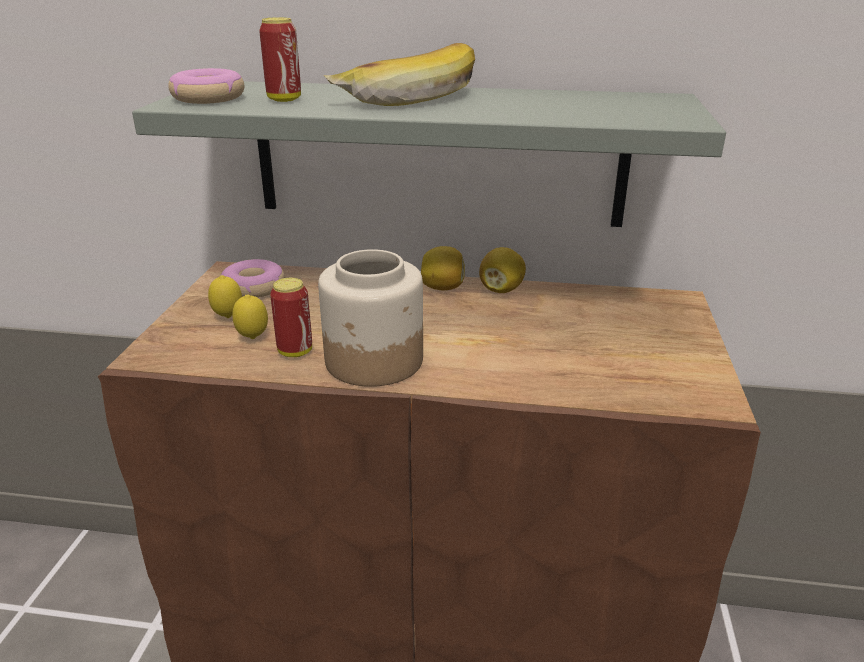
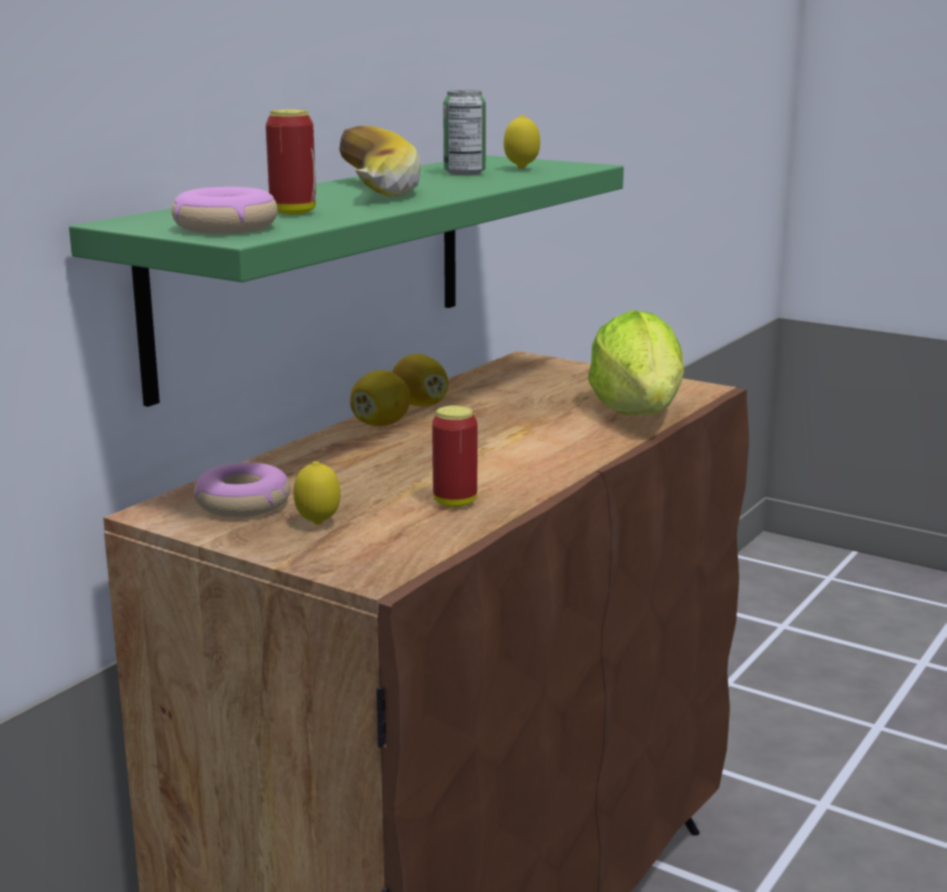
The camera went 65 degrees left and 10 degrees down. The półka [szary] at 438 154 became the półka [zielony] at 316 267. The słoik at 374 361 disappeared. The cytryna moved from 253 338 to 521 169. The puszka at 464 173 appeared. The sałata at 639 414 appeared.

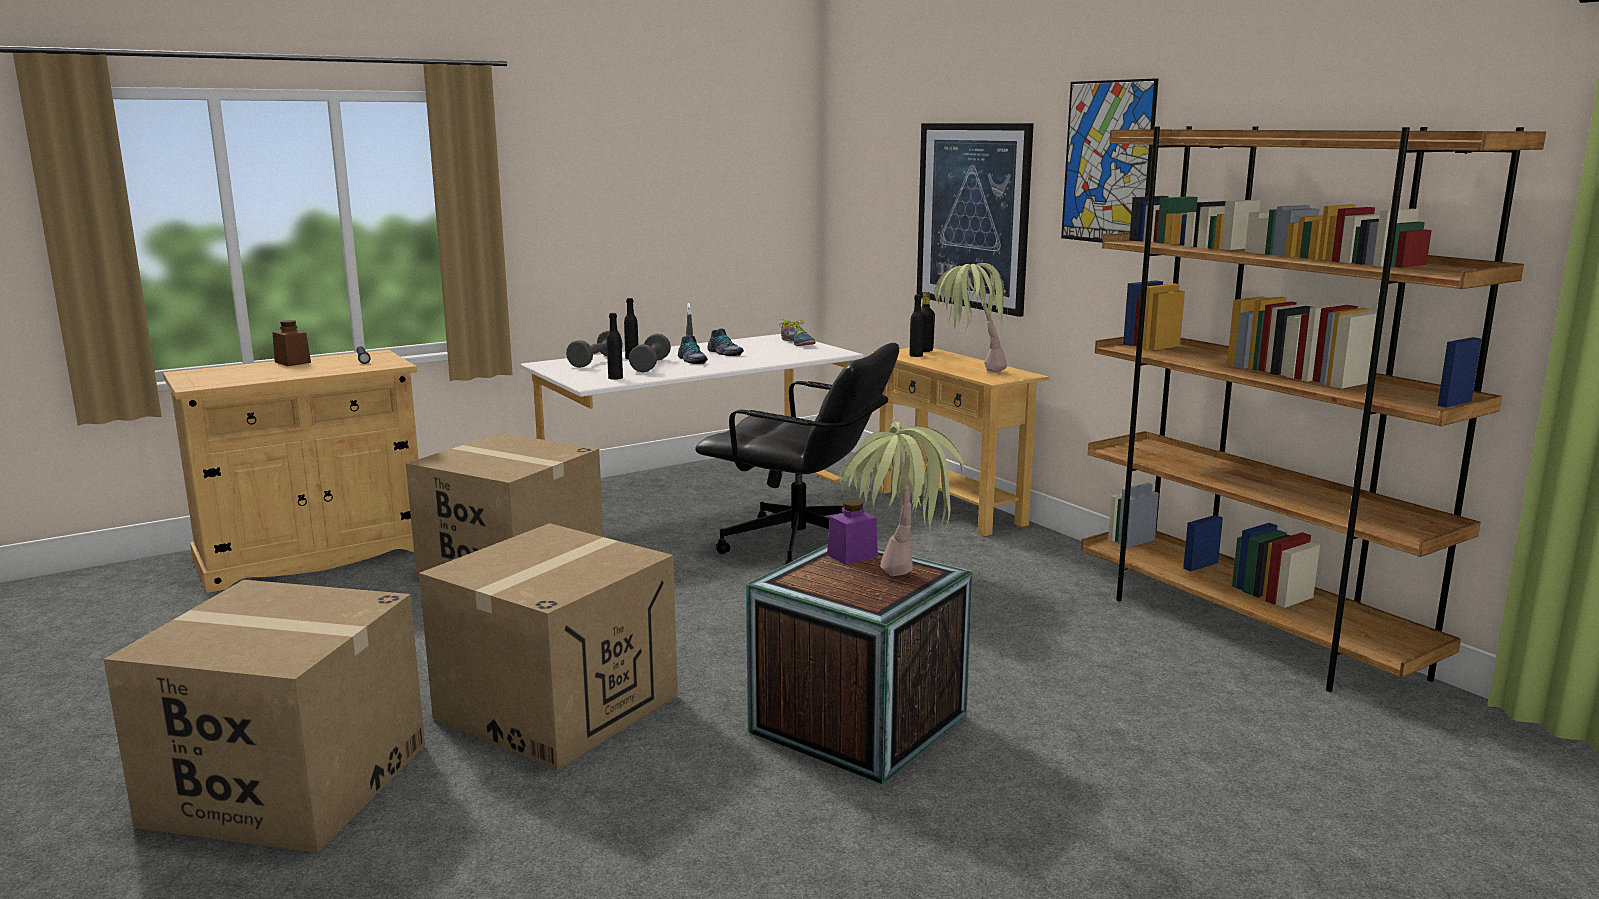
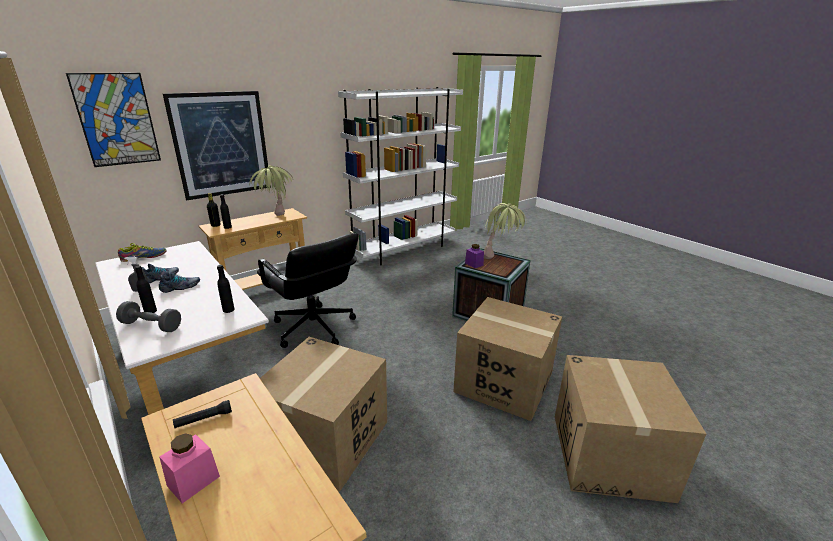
The camera went 95 degrees left and 10 degrees up. The obraz moved from 1108 162 to 117 120. The regał [brązowy] at 1247 630 became the regał [biały] at 404 250. The słoik [brązowy] at 292 362 became the słoik [różowy] at 193 481. The hantel [szary] at 650 365 disappeared. The krzesło biurowe [czarny] at 800 548 turned 120 degrees clockwise.

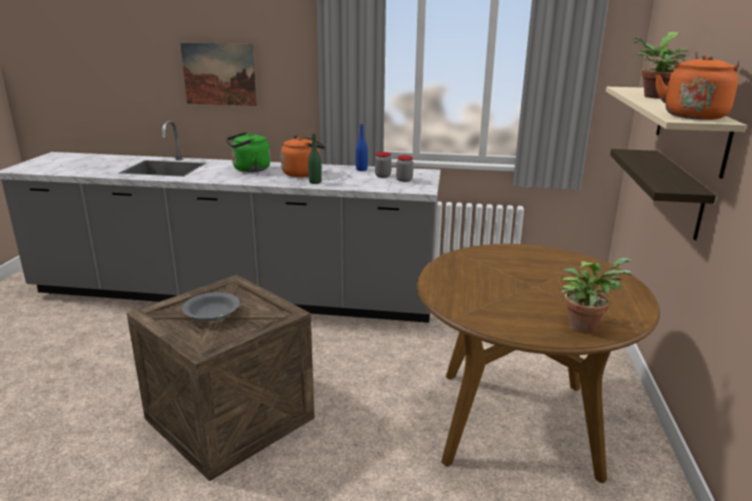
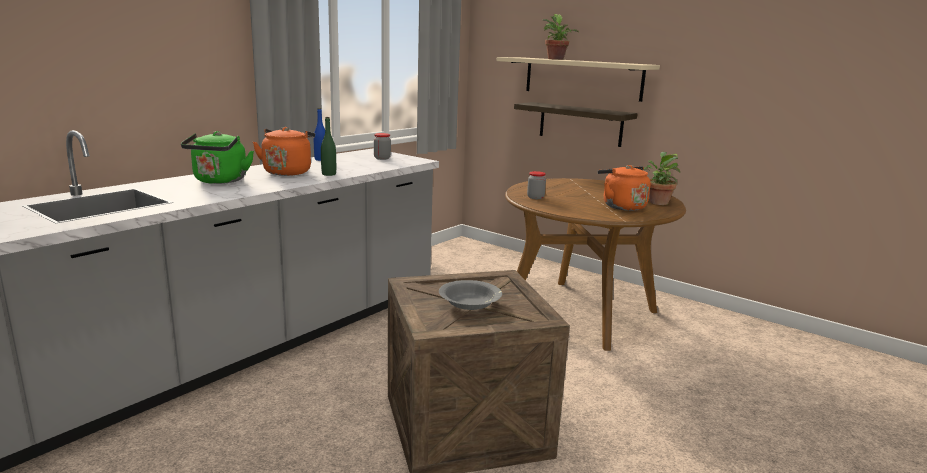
The camera went 60 degrees left and 5 degrees down. The obraz at 219 74 disappeared. The czajnik [pomarańczowy] moved from 694 116 to 621 206. The słoik moved from 382 176 to 535 197.

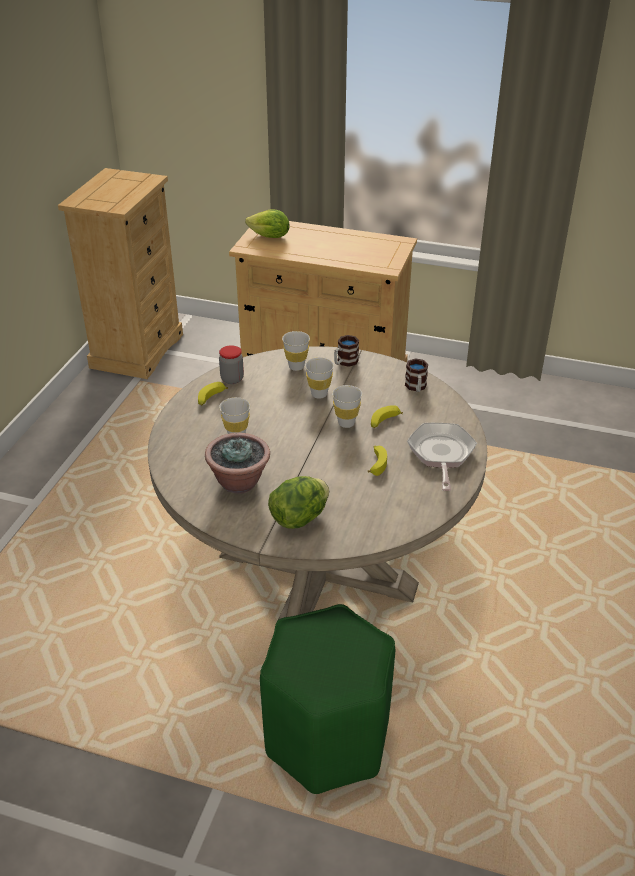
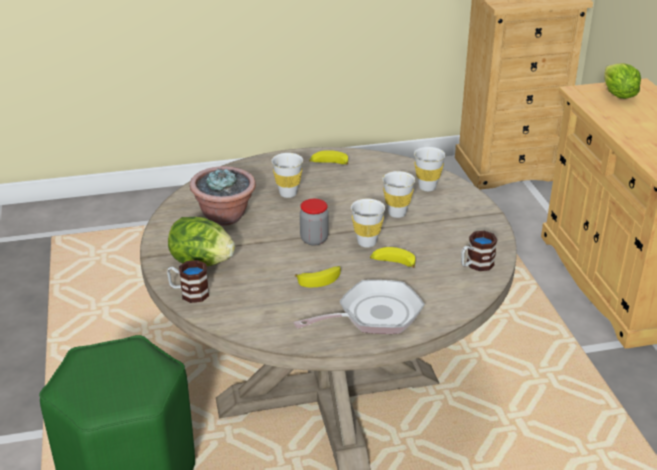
The camera went 60 degrees right and 5 degrees down. The kubek moved from 344 362 to 189 293. The słoik moved from 232 379 to 314 239.

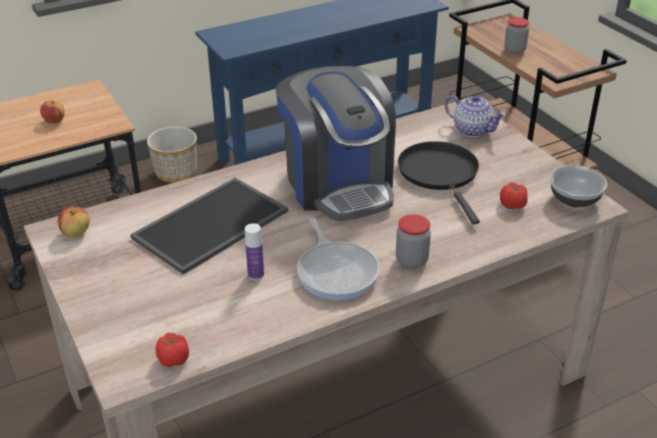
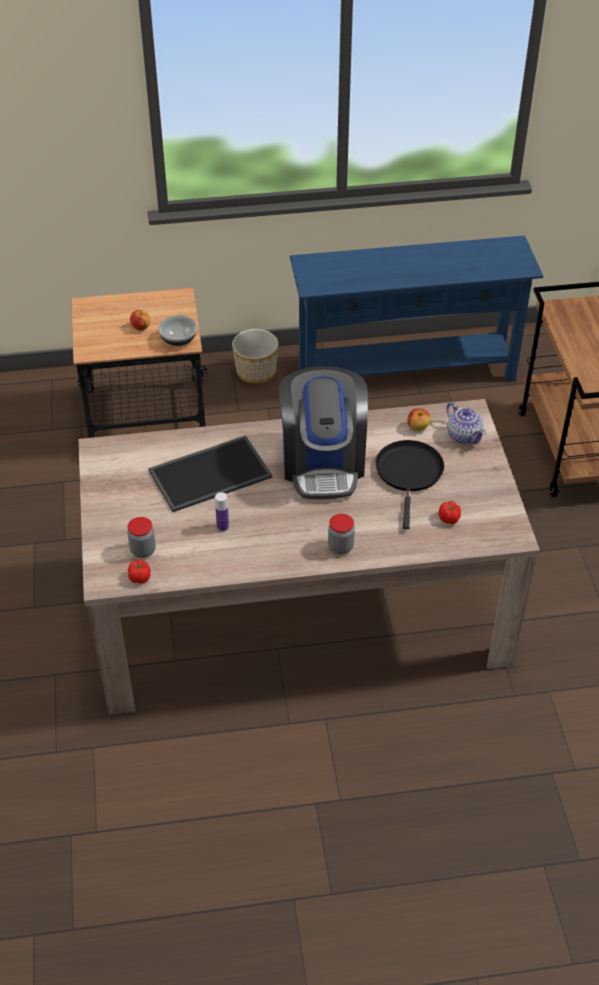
The camera went 20 degrees right and 10 degrees up. The słoik moved from 514 50 to 143 550. The miska moved from 575 200 to 179 340. The jabłko moved from 76 233 to 418 427. The patelnia at 336 272 disappeared.

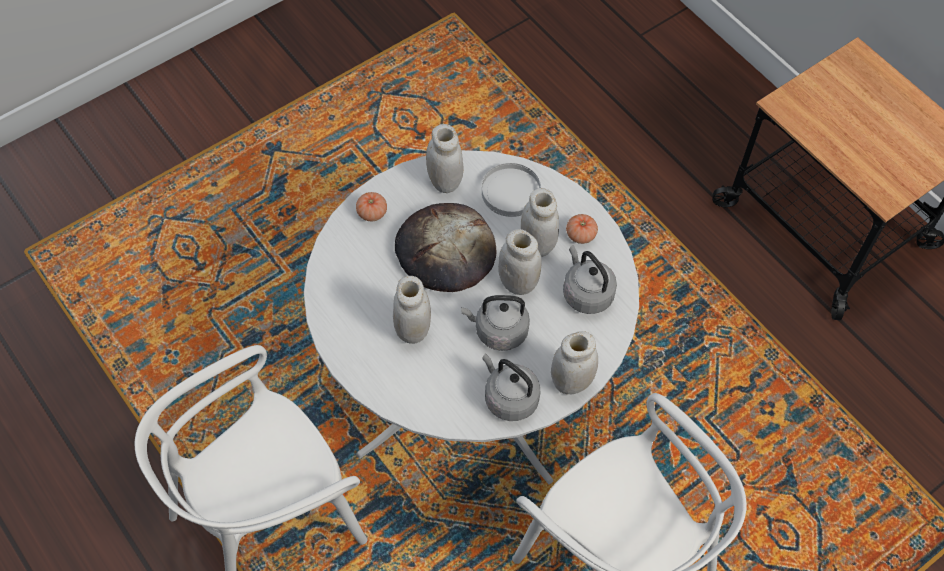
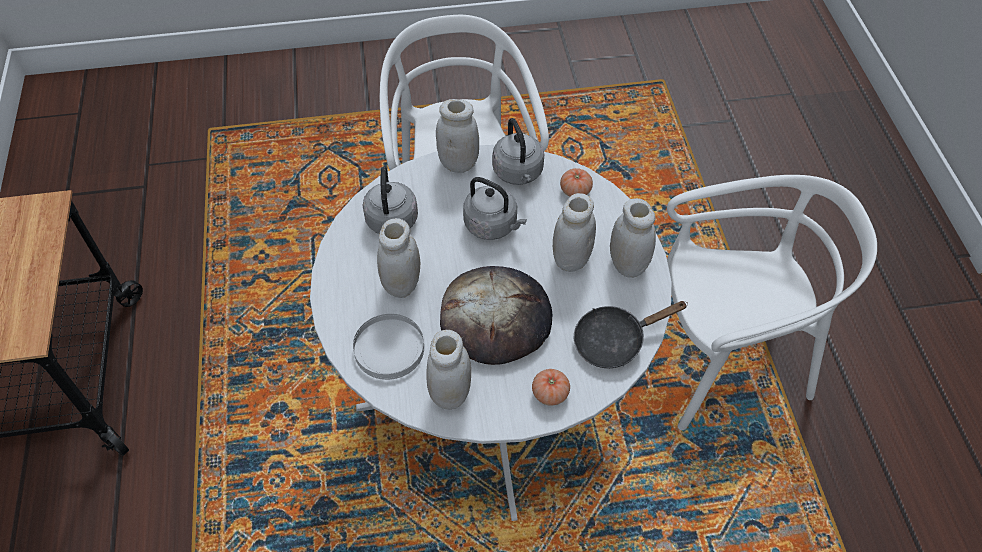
The camera went 150 degrees left and 5 degrees down. The pomidor moved from 580 235 to 575 190. The słoik [biały] moved from 518 283 to 627 265. The patelnia [czarny] at 615 340 appeared.

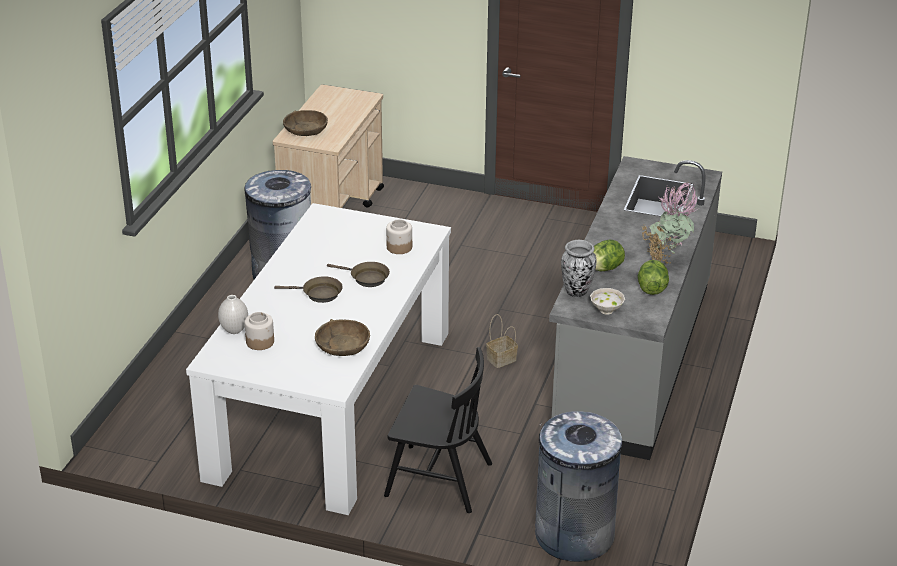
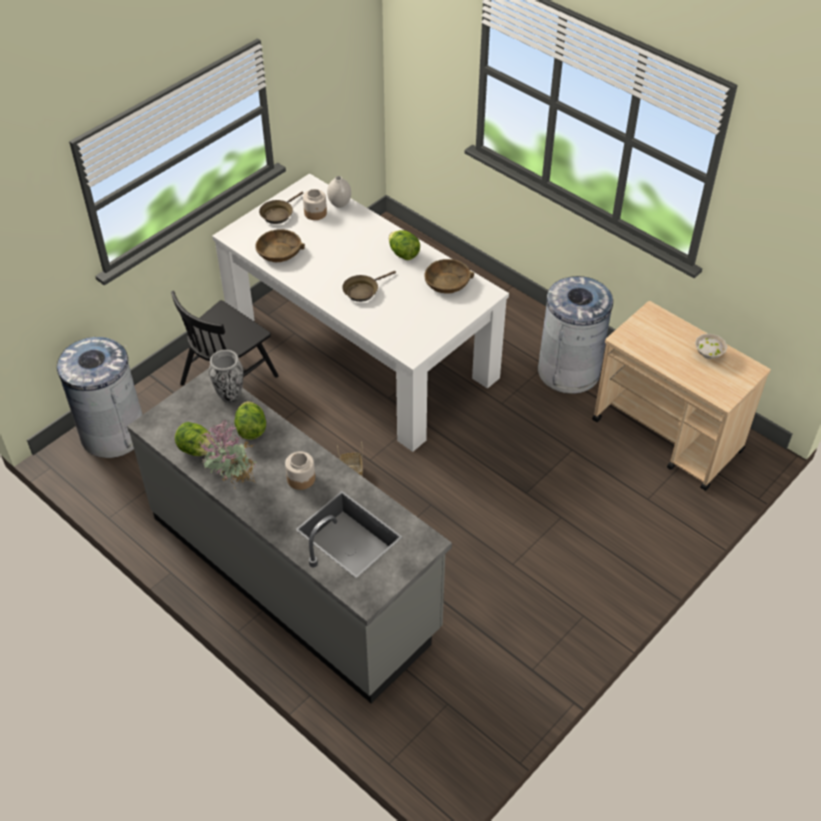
The camera went 115 degrees right and 15 degrees up. The miska [brązowy] moved from 305 129 to 447 282. The słoik moved from 399 247 to 301 478. The patelnia [brązowy] moved from 319 294 to 278 214. The miska [biały] moved from 605 311 to 708 354. The sałata at 404 254 appeared.

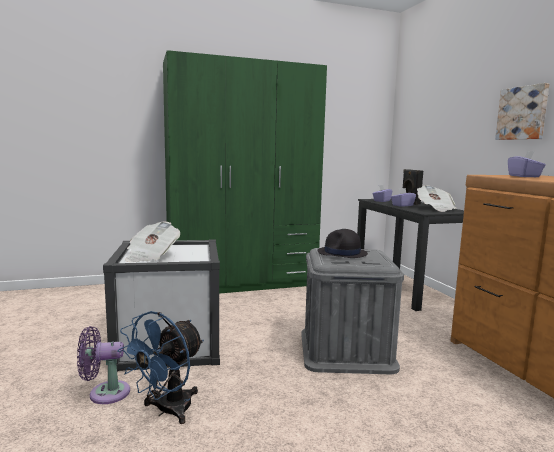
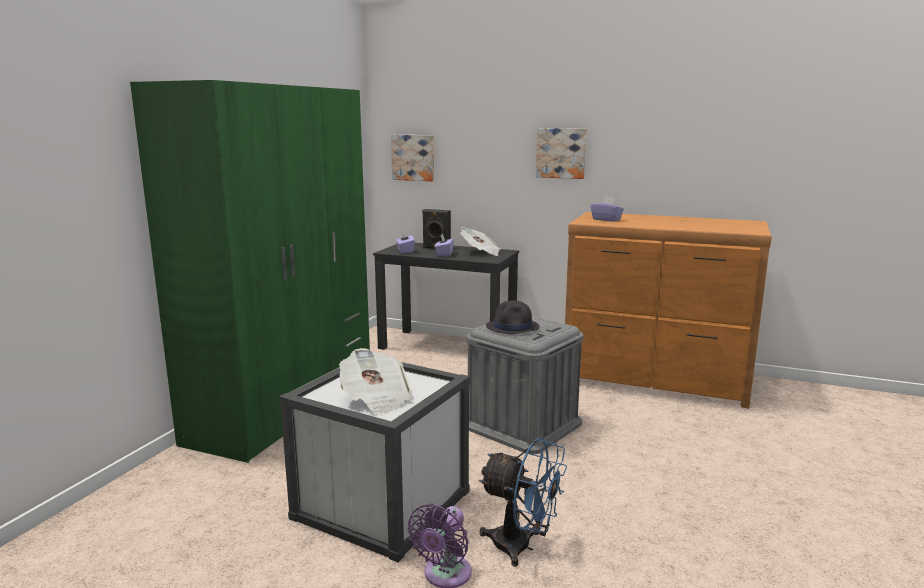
The camera went 50 degrees left and 5 degrees up. The wentylator [niebieski] at 167 411 turned 45 degrees counterclockwise. The obraz at 413 157 appeared.

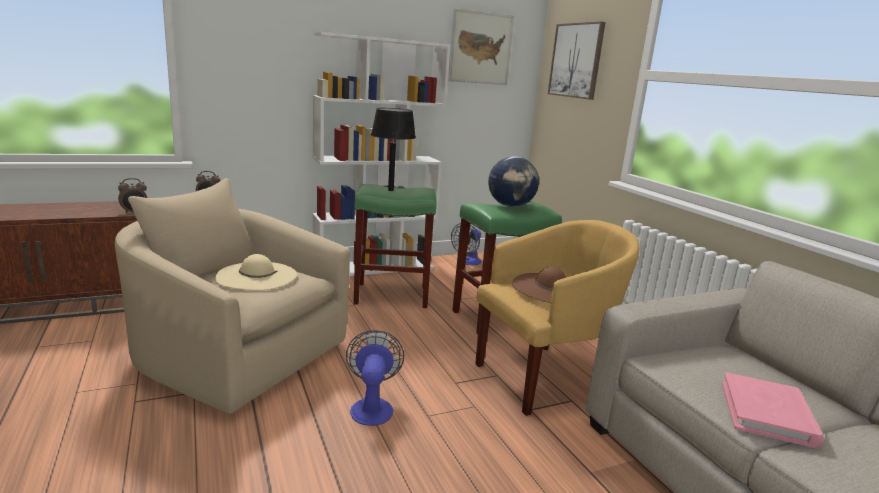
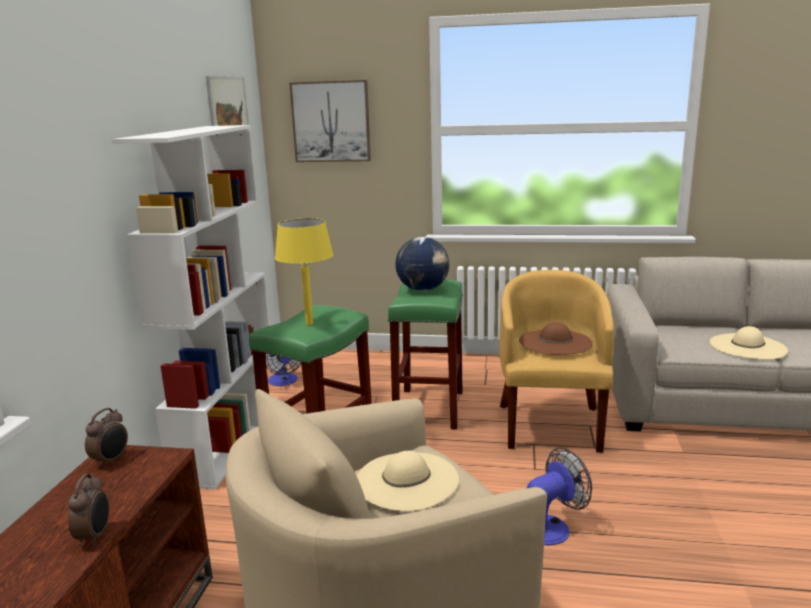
The camera went 55 degrees left and 0 degrees up. The lampa stołowa [czarny] at 391 190 became the lampa stołowa [żółty] at 309 323. The wentylator at 372 406 turned 120 degrees clockwise. The książka [różowy] at 767 413 was replaced by the kapelusz [beżowy] at 747 346.

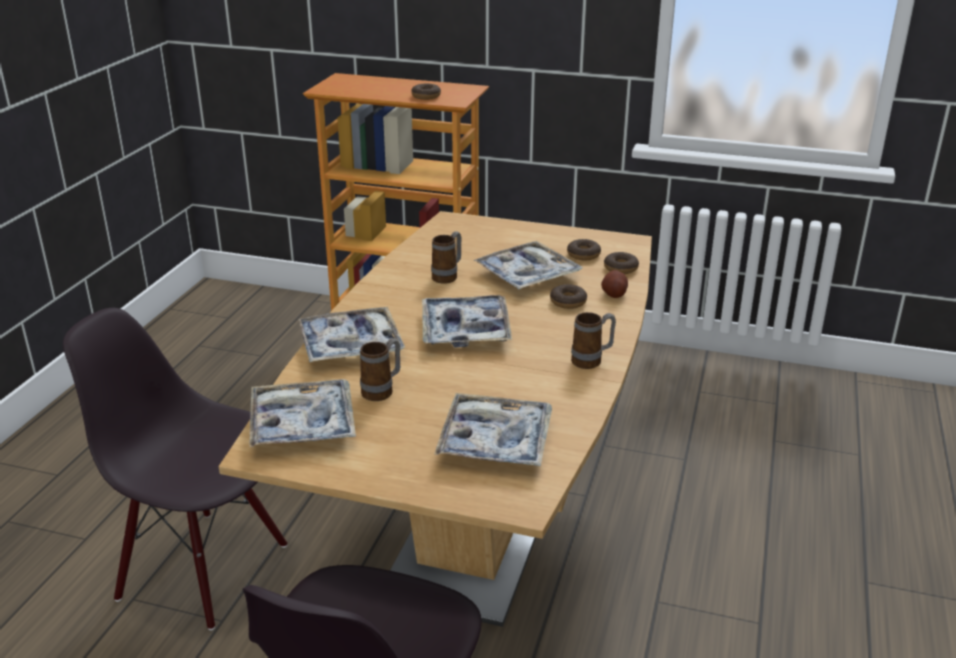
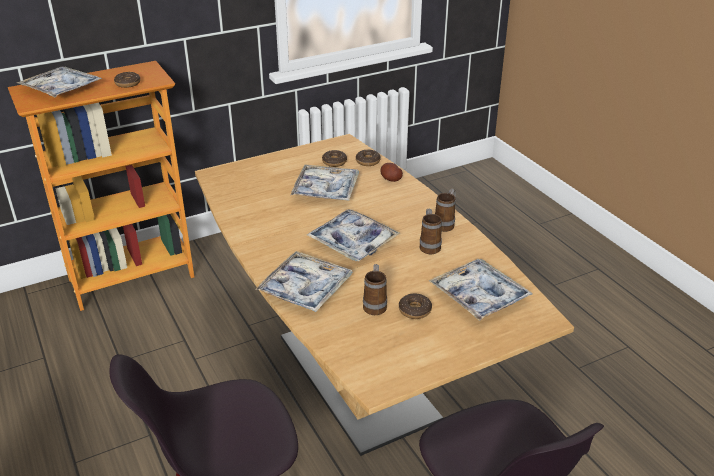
The camera went 45 degrees left and 5 degrees up. The kubek moved from 448 276 to 429 246. The donut moved from 568 302 to 415 310. The taca moved from 302 424 to 61 89.

